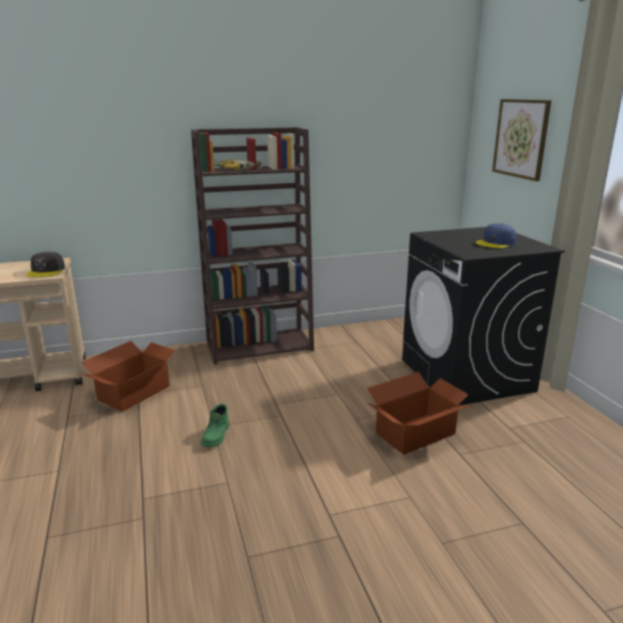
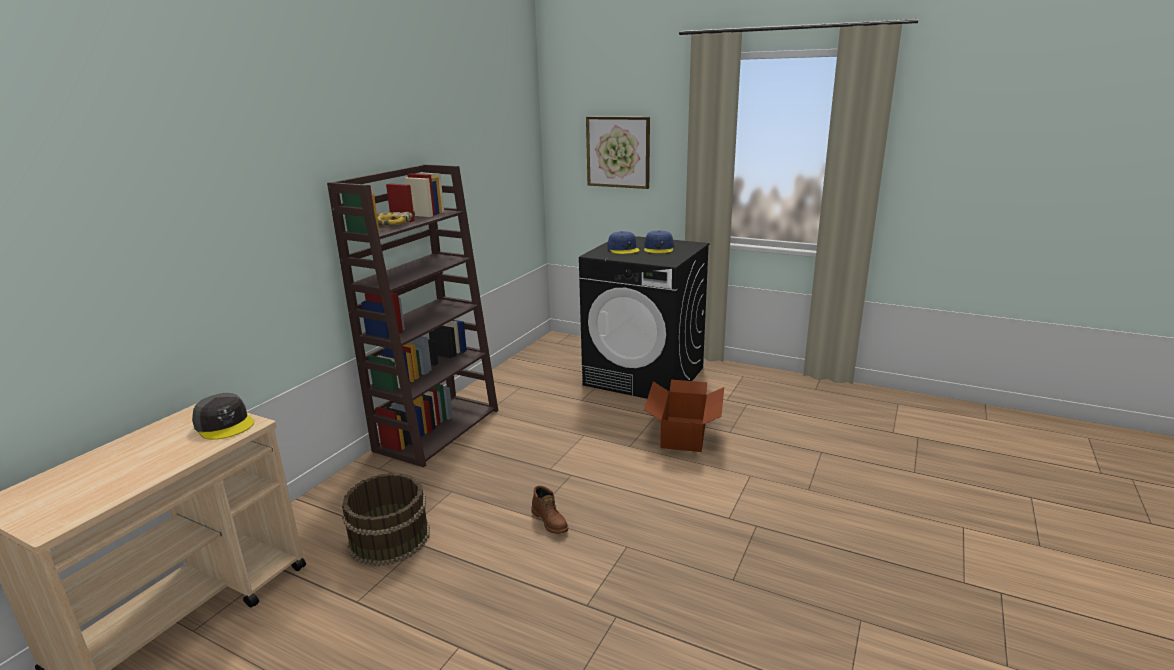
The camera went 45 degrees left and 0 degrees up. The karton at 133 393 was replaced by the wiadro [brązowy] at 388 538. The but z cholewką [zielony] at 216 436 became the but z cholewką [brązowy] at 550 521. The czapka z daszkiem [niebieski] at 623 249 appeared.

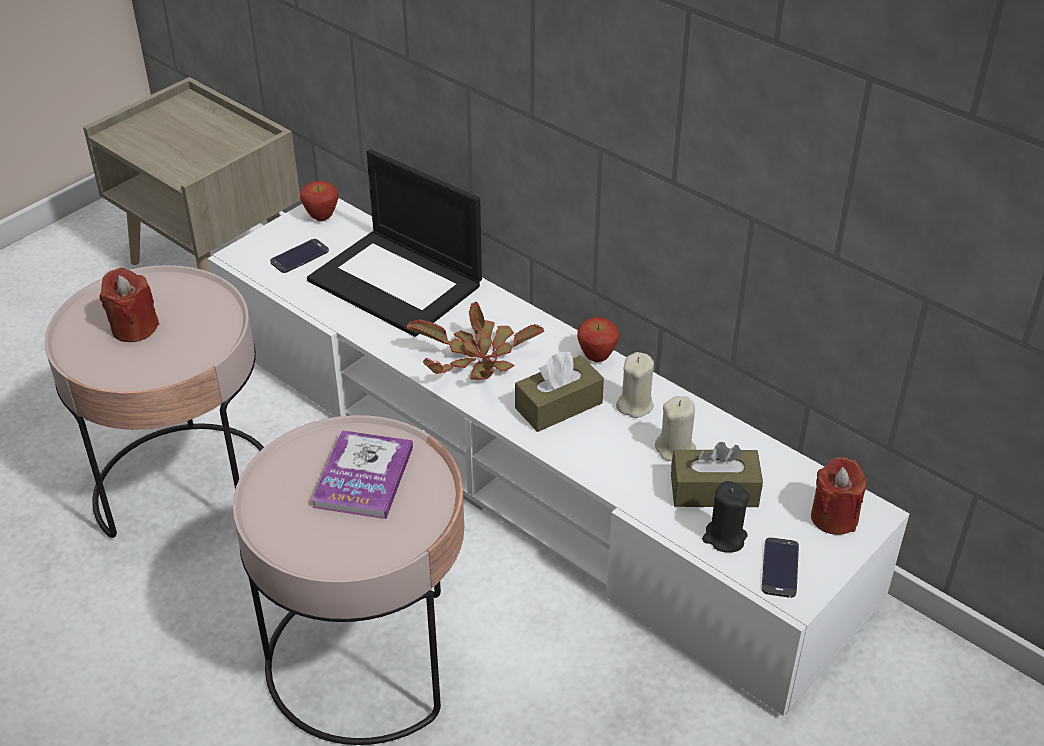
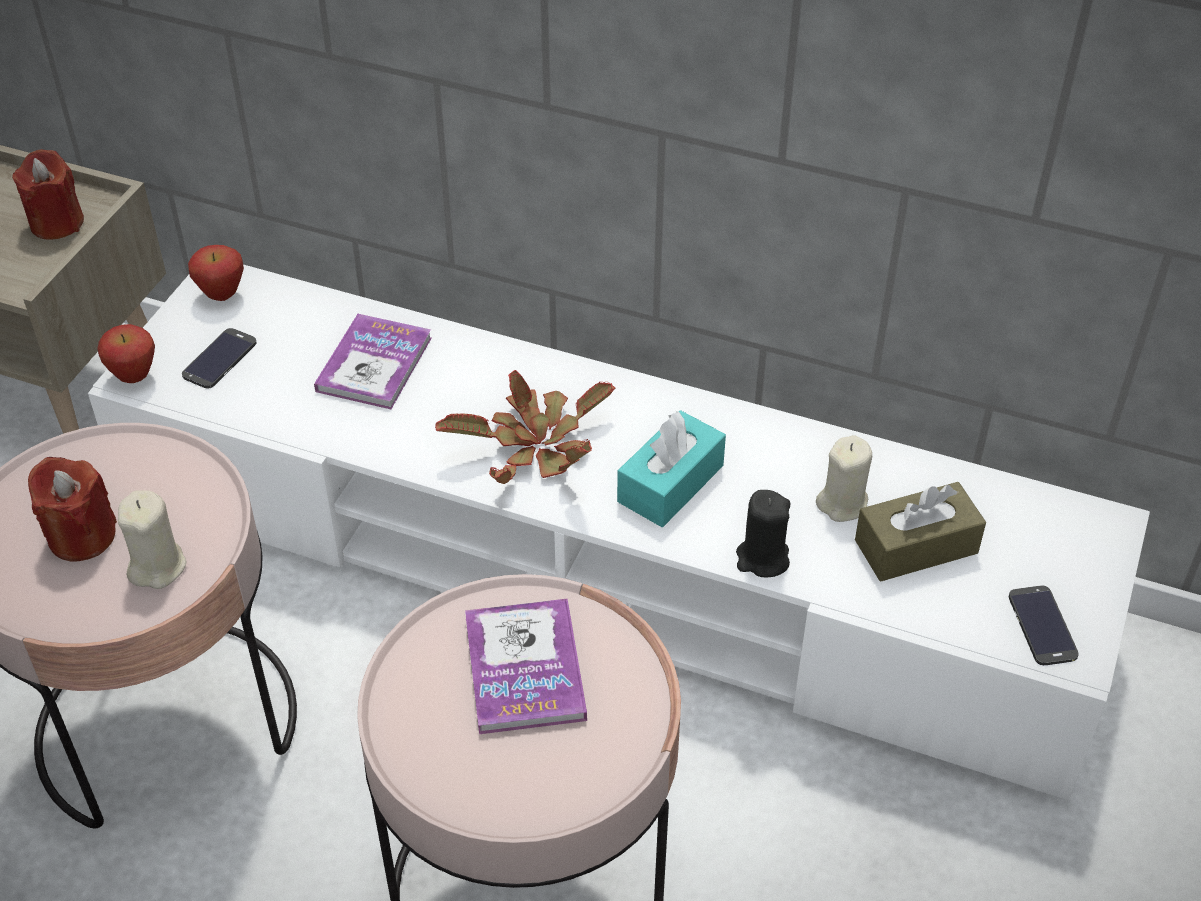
The camera went 20 degrees left and 5 degrees up. The laptop at 398 282 was replaced by the książka at 374 364. The jabłko moved from 597 358 to 134 377. The pudełko chusteczek [brązowy] at 558 405 became the pudełko chusteczek [turkusowy] at 670 483. The świeca [beżowy] moved from 635 405 to 157 566. The świeca [czerwony] moved from 834 517 to 57 223. The świeca [czarny] moved from 724 537 to 762 558.

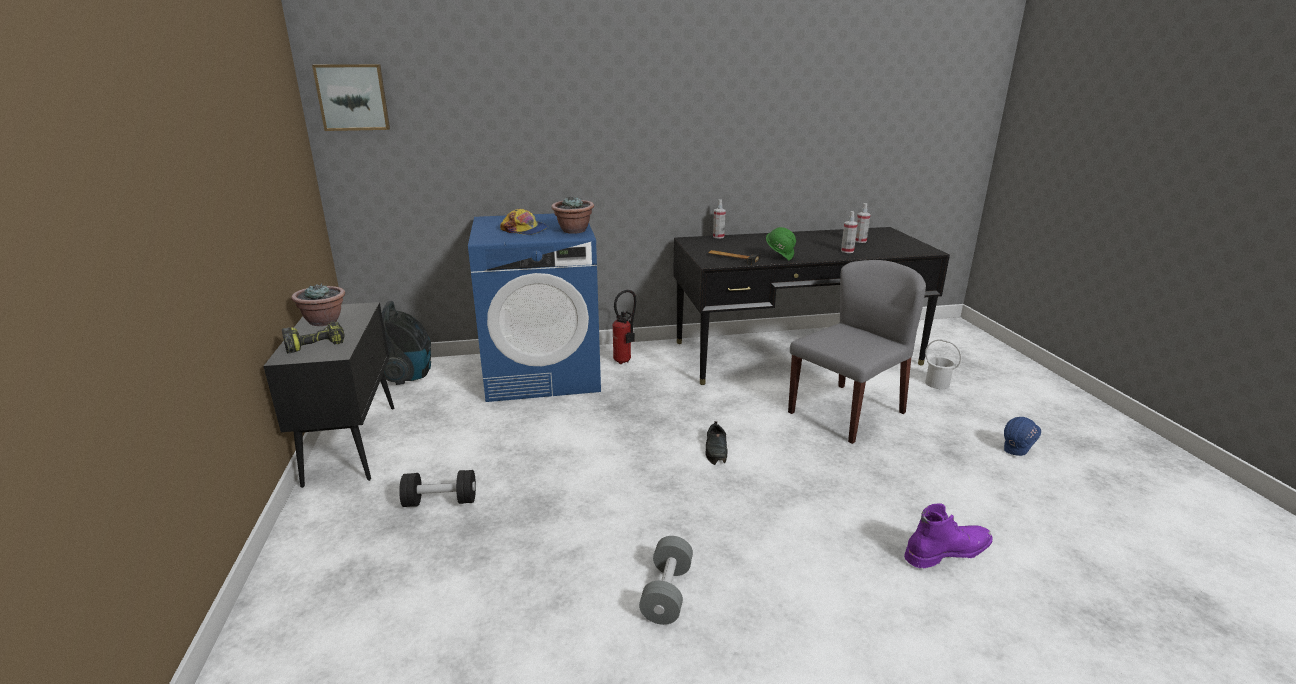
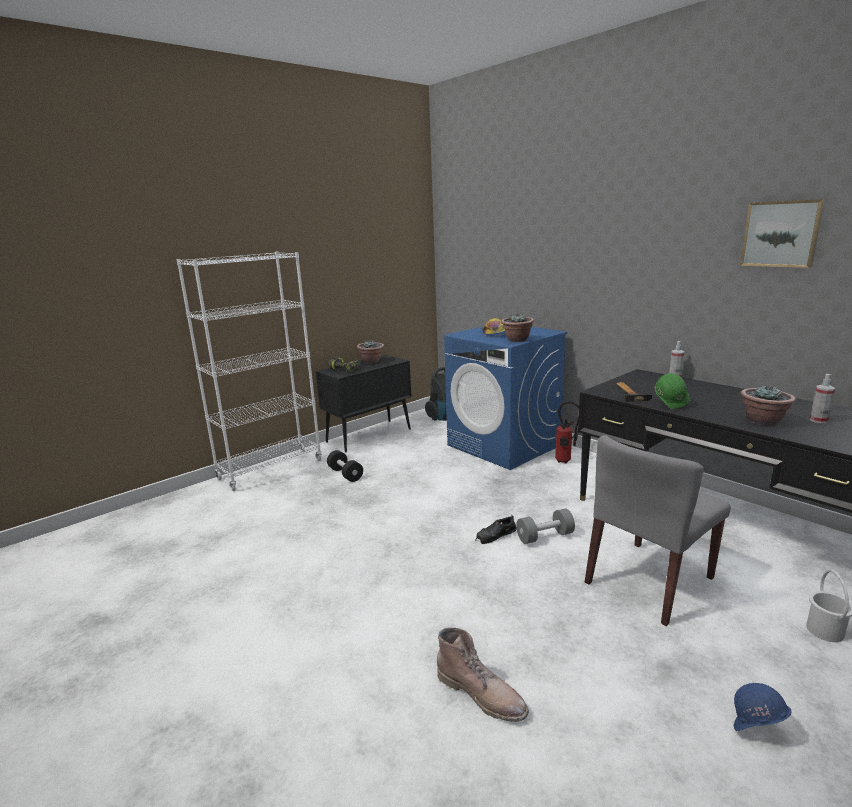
The camera went 60 degrees right and 5 degrees down. The obraz moved from 353 97 to 781 234. The spryskiwacz at 847 251 was replaced by the roślina doniczkowa at 762 422. The krzesło [szary] at 846 412 turned 120 degrees clockwise. The but z cholewką [fioletowy] at 946 550 became the but z cholewką [brązowy] at 482 693. The hantel [szary] moved from 667 593 to 545 536. The regał [biały] at 270 469 appeared.

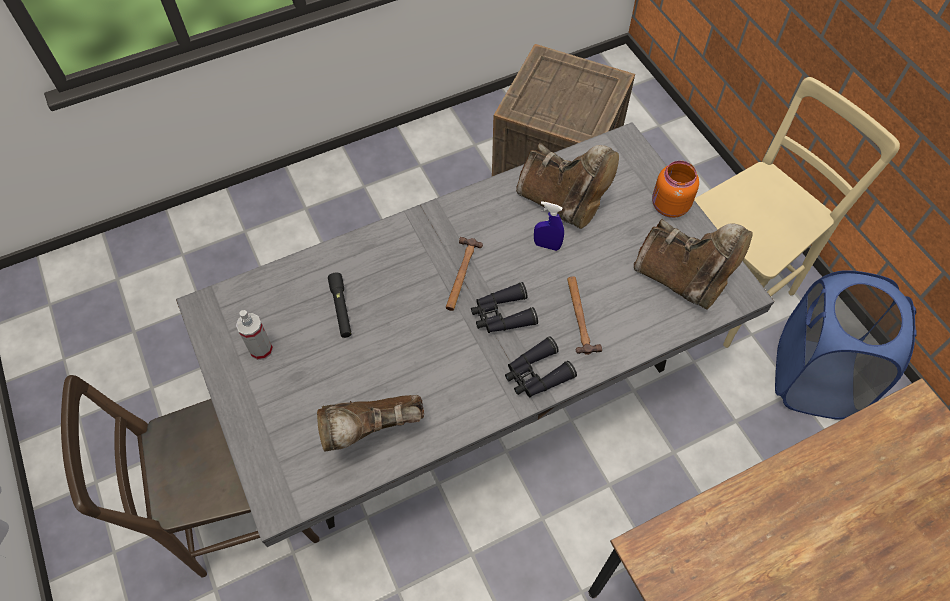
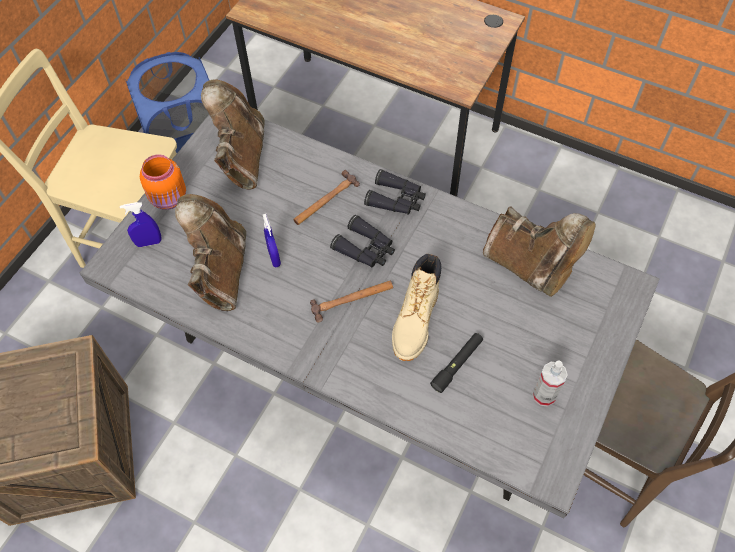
The camera went 125 degrees left and 0 degrees up. The spryskiwacz [niebieski] at 148 242 appeared. The but z cholewką [beżowy] at 415 322 appeared.

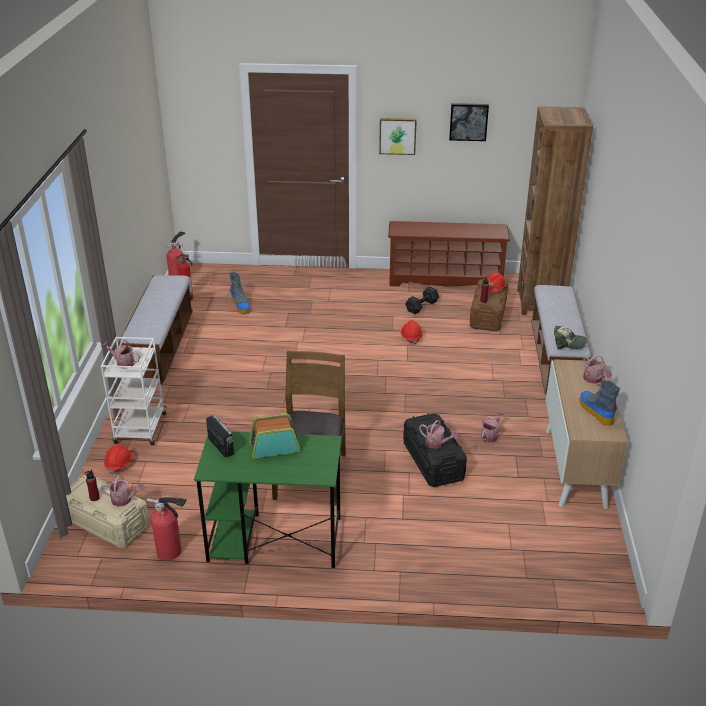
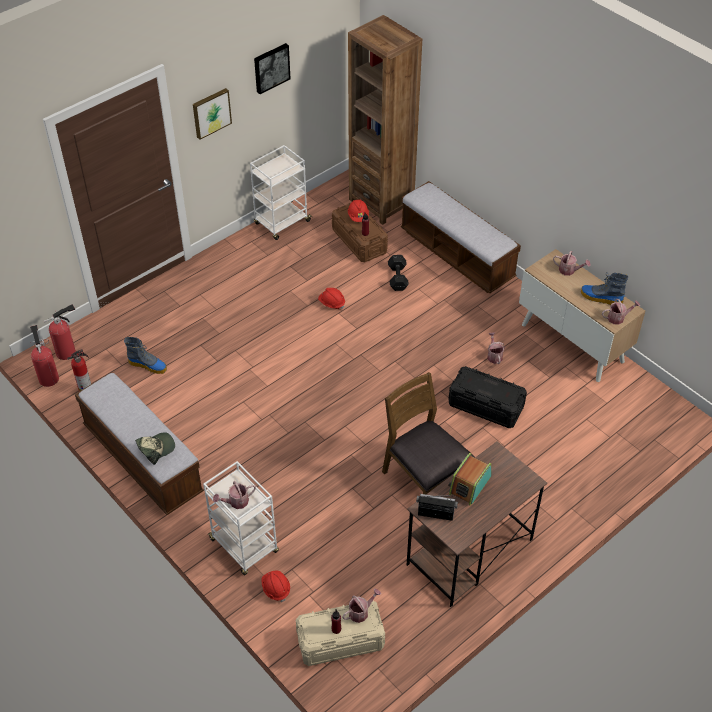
The camera went 45 degrees left and 15 degrees up. The regał na buty [brązowy] at 445 279 was replaced by the wózek [biały] at 282 223. The hantel [czarny] moved from 422 306 to 398 277. The czapka z daszkiem moved from 568 343 to 156 449. The konewka moved from 437 443 to 618 318. The biurko [zielony] at 273 539 became the biurko [brązowy] at 469 552. The gaśnica moved from 171 552 to 68 352.

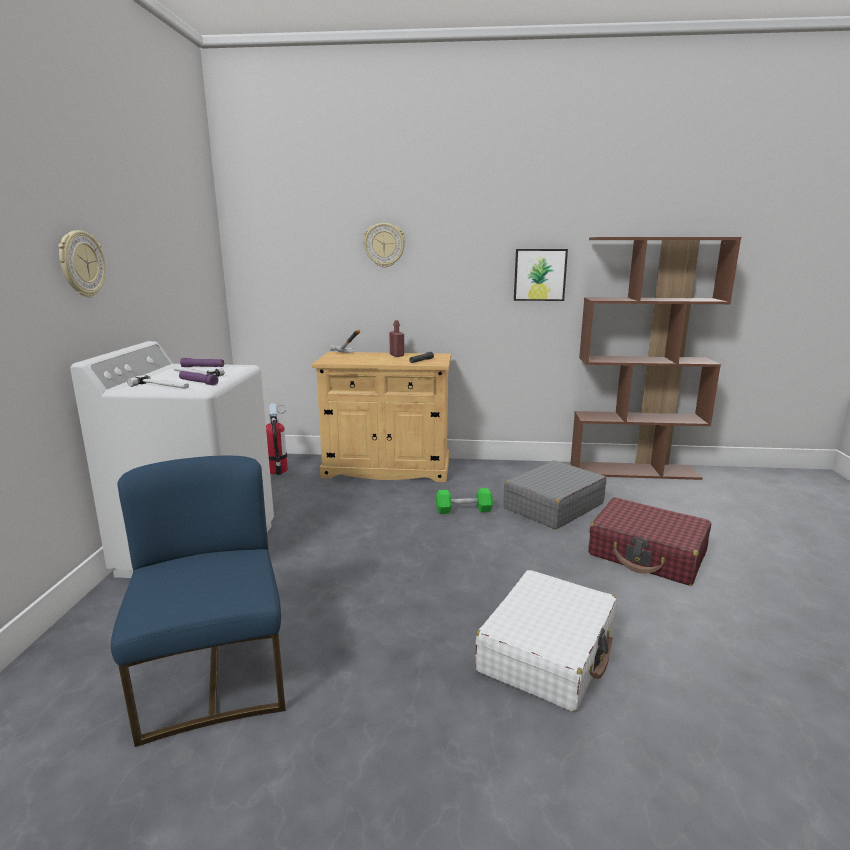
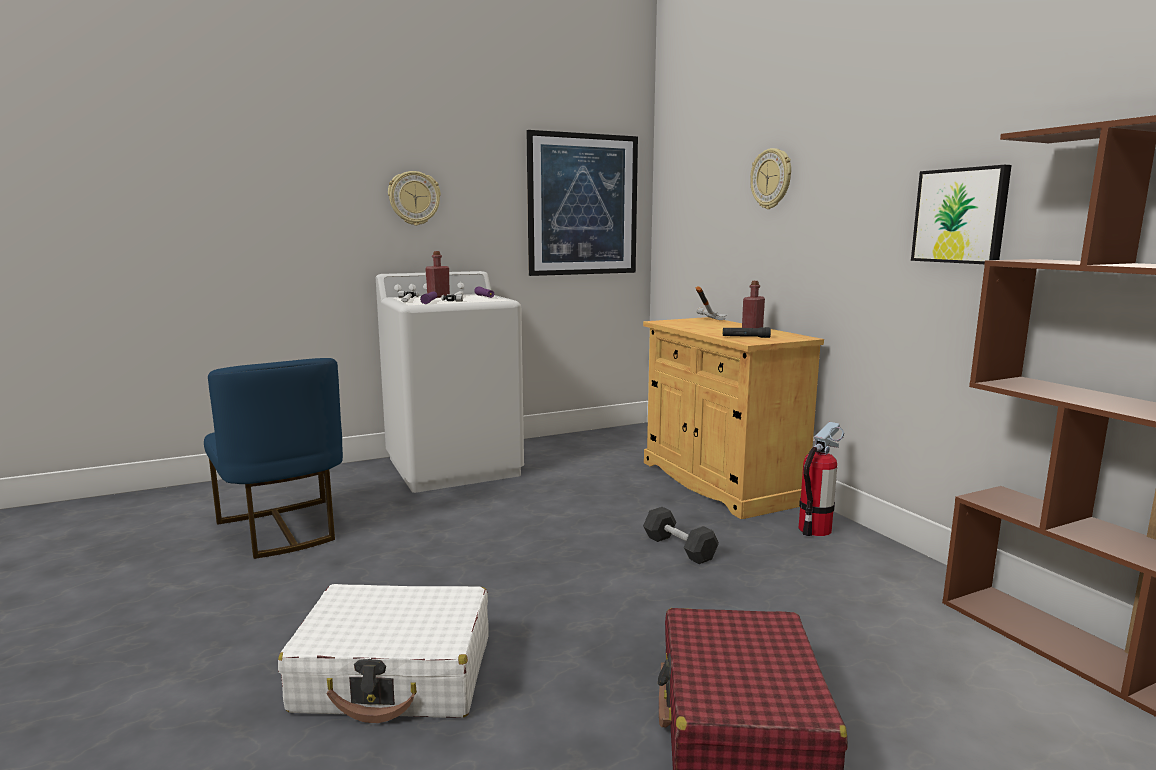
The camera went 60 degrees right and 5 degrees down. The gaśnica moved from 278 470 to 815 529. The krzesło [niebieski] at 215 678 turned 105 degrees clockwise. The walizka [szary] at 553 506 disappeared. The hantel [zielony] at 463 510 became the hantel [czarny] at 679 548. The obraz at 583 205 appeared. The butelka [czerwony] at 438 297 appeared.

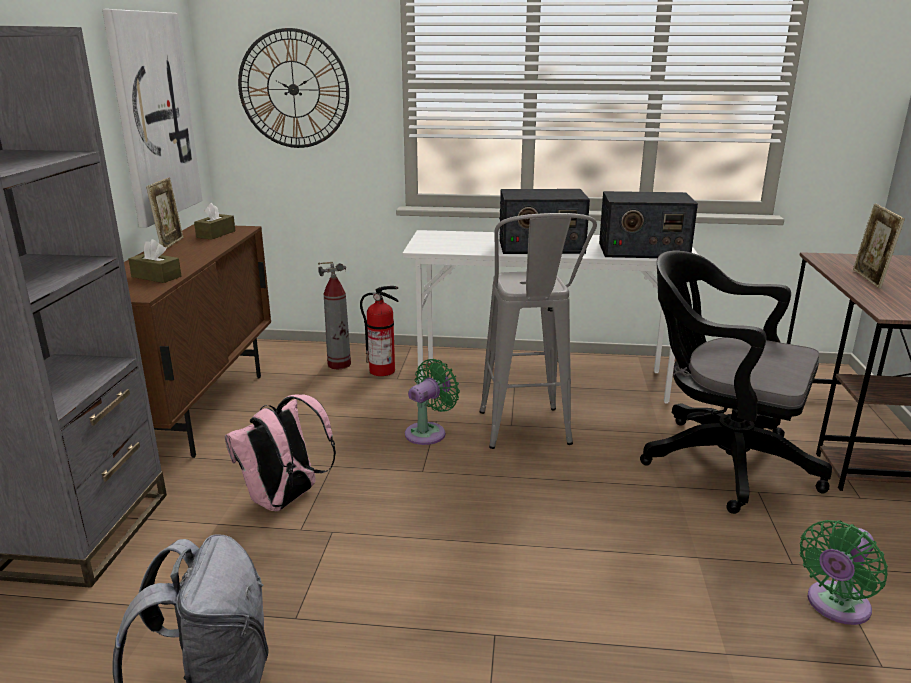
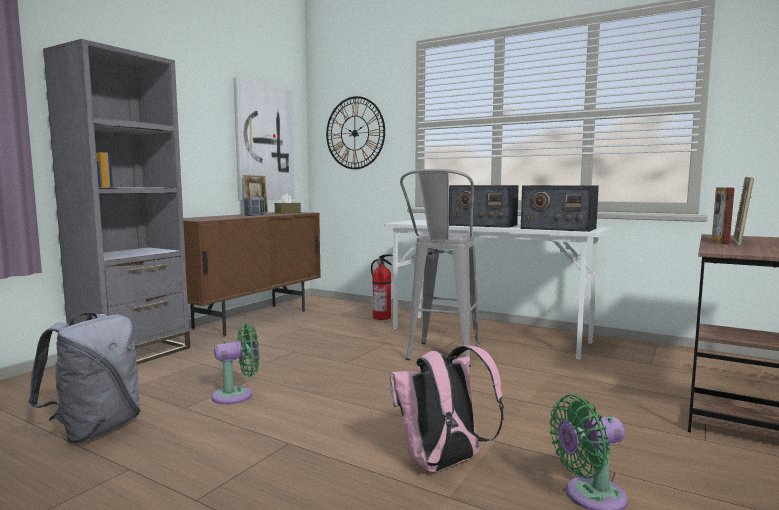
The camera went 25 degrees right and 15 degrees down. The pudełko chusteczek [brązowy] at 156 276 disappeared. The krzesło biurowe [czarny] at 719 461 disappeared. The gaśnica at 339 364 disappeared. The wentylator [zielony] moved from 428 432 to 237 395. The plecak [różowy] moved from 285 500 to 443 464. The ramka na zdjęcie at 720 242 appeared. The radio at 255 215 appeared.

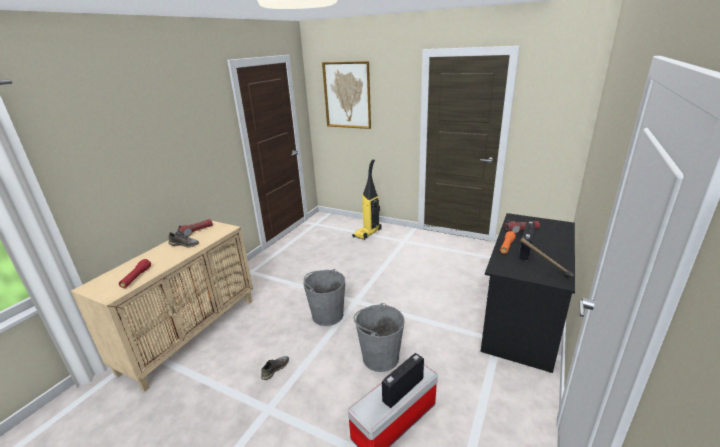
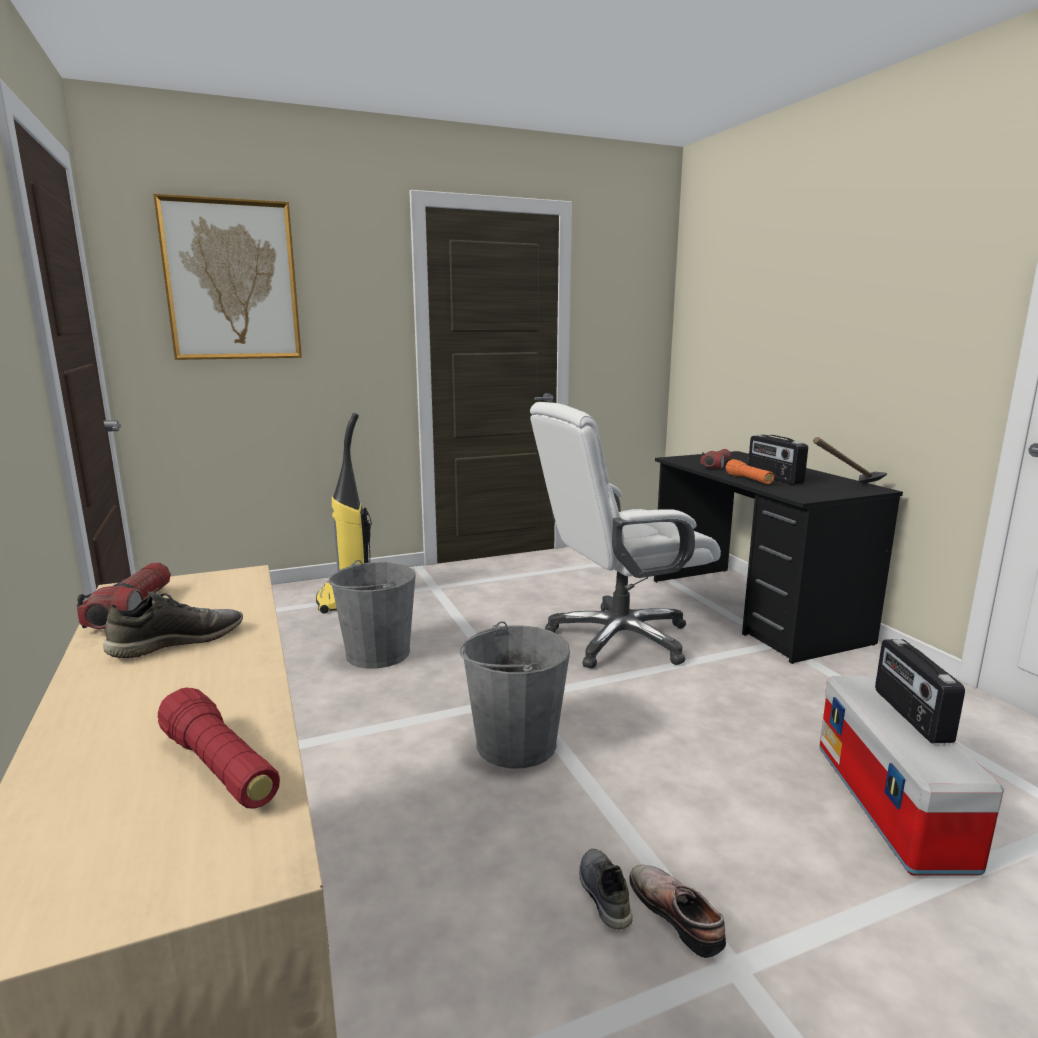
The camera went 50 degrees left and 10 degrees down. The wiadro [szary] moved from 380 357 to 377 653. The krzesło biurowe [biały] at 618 639 appeared. The but at 678 913 appeared.

